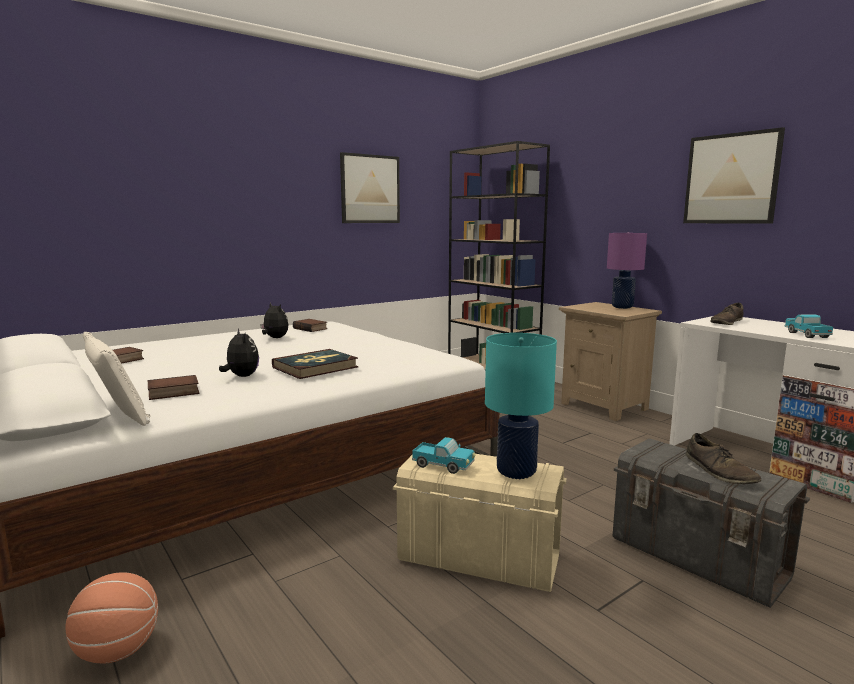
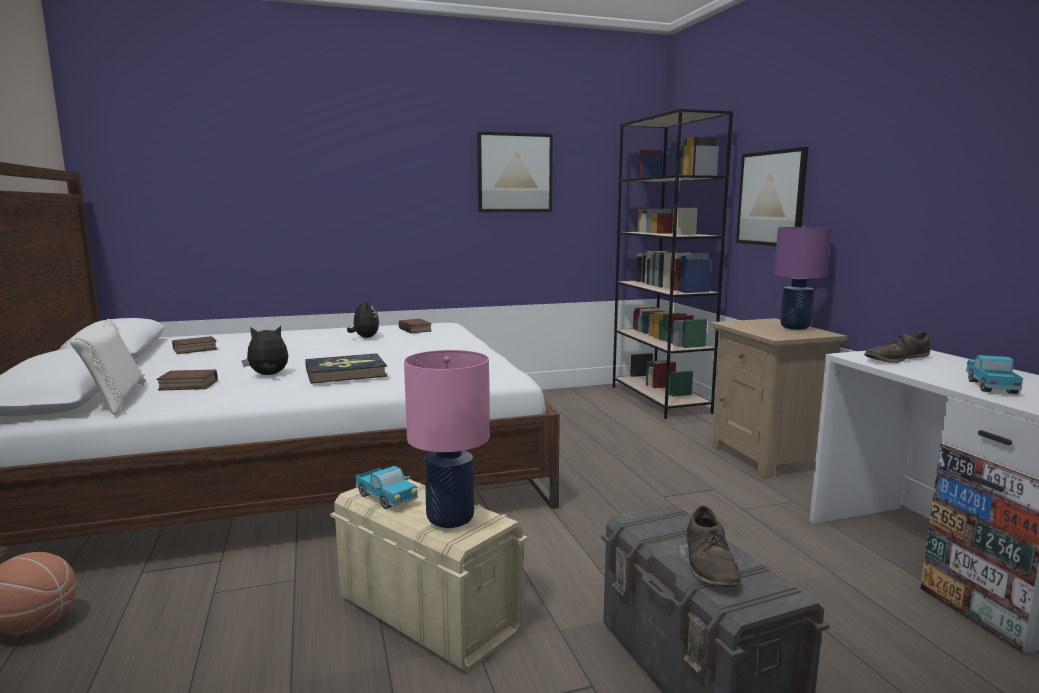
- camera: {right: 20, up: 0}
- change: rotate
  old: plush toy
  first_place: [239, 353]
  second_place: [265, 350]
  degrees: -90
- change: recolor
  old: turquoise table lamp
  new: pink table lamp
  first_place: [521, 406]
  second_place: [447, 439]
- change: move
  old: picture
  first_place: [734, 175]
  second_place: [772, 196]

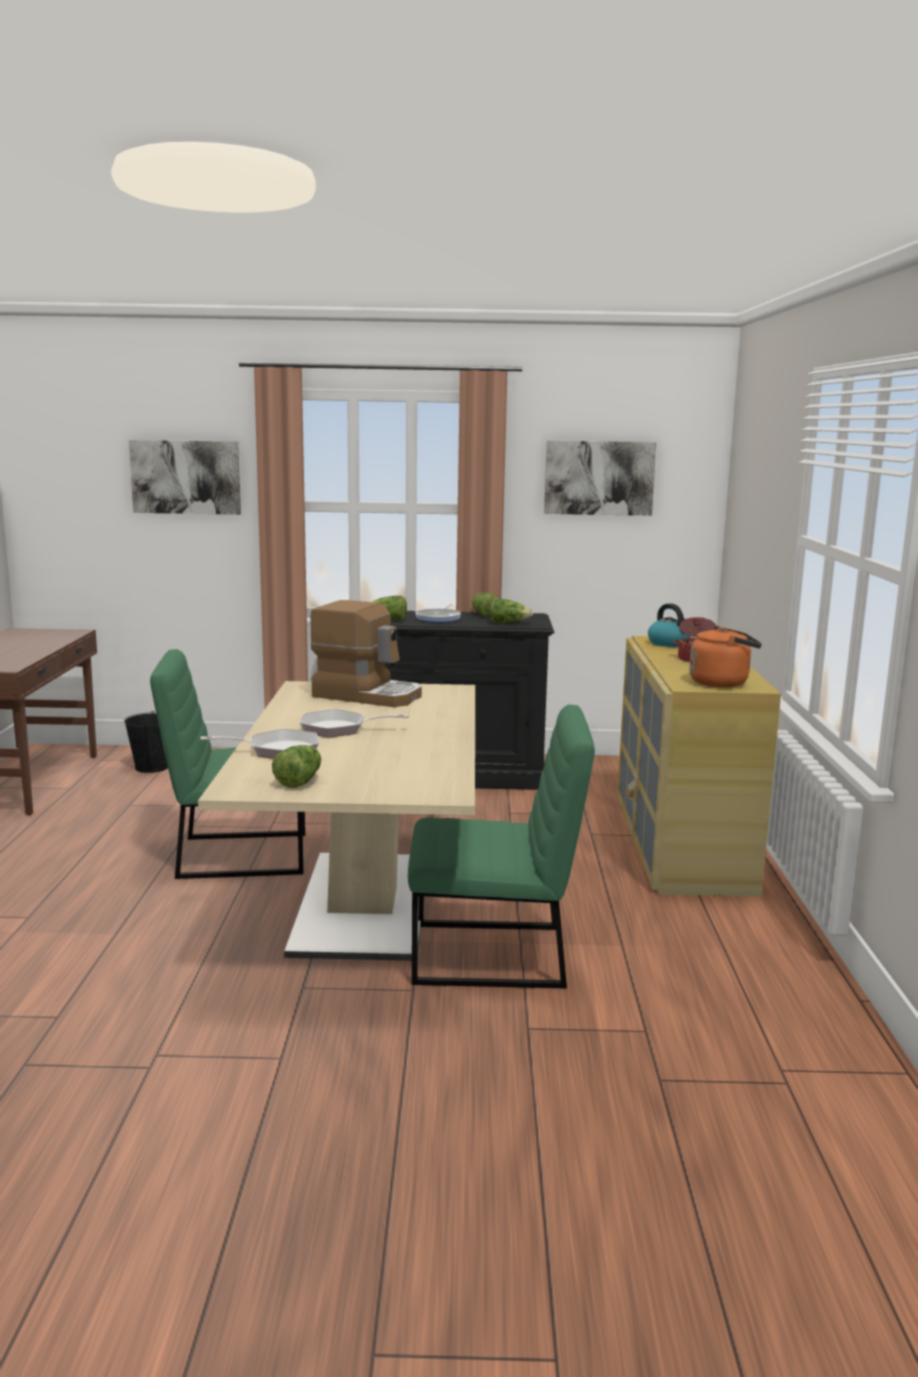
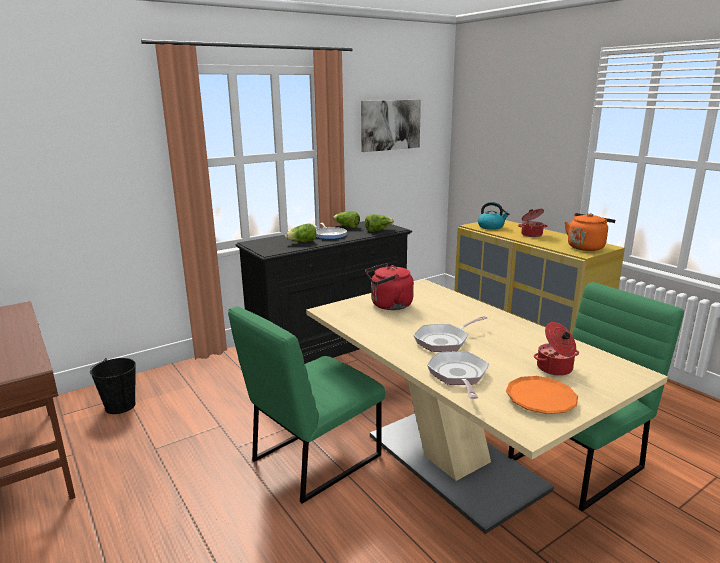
- camera: {right: -35, up: 5}
- change: delete
  old: picture
  first_place: [185, 477]
- change: rotate
  old: frying pan
  first_place: [259, 744]
  second_place: [458, 375]
  degrees: -45
- change: replace
  old: lettuce
  new: orange plate
  first_place: [296, 766]
  second_place: [542, 395]
- change: replace
  old: coffee machine
  new: red kettle
  first_place: [366, 653]
  second_place: [389, 286]
- change: insert
  new: cooking pot
  second_place: [556, 349]

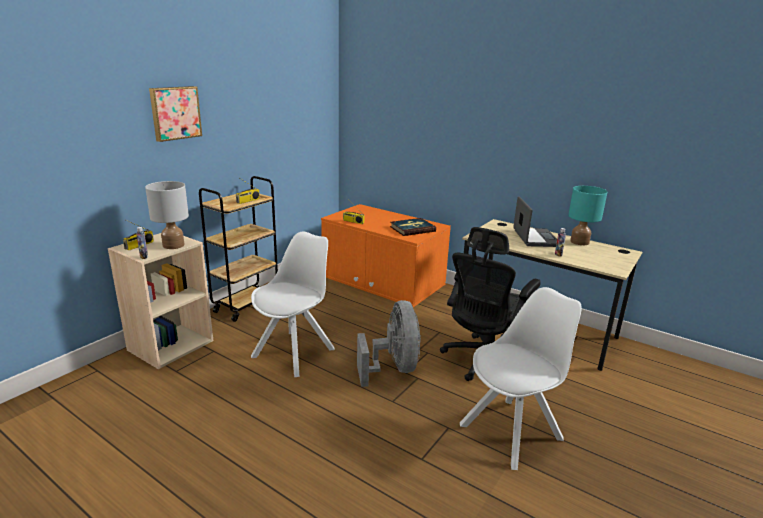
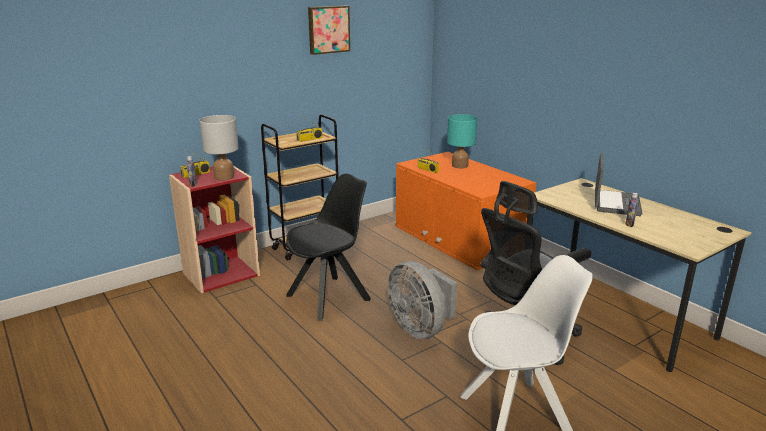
- camera: {right: 20, up: 0}
- change: recolor
  old: beige bookcase
  new: red bookcase
  first_place: [160, 301]
  second_place: [214, 229]
- change: move
  old: picture
  first_place: [175, 114]
  second_place: [329, 30]
- change: recolor
  old: white chair
  new: black chair
  first_place: [293, 304]
  second_place: [328, 247]
- change: rotate
  old: grey fan
  first_place: [389, 343]
  second_place: [422, 300]
  degrees: 135
- change: delete
  old: book
  first_place: [413, 227]
- change: move
  old: turquoise table lamp
  first_place: [588, 215]
  second_place: [462, 141]

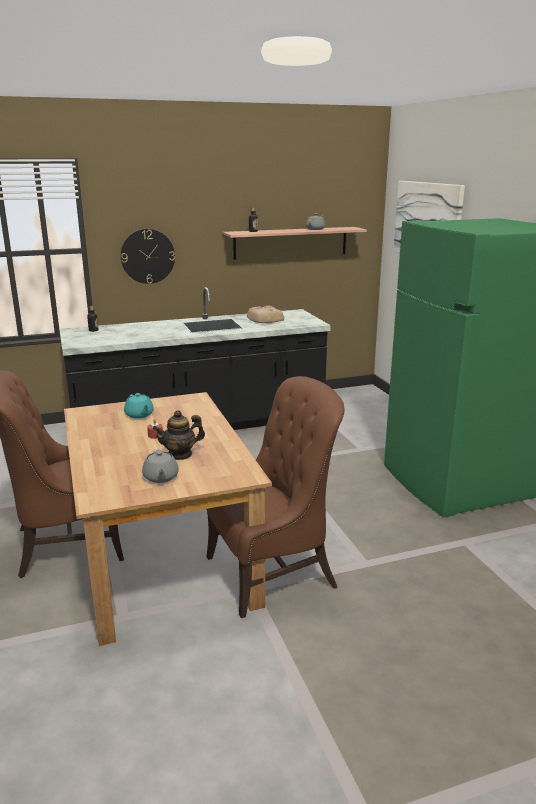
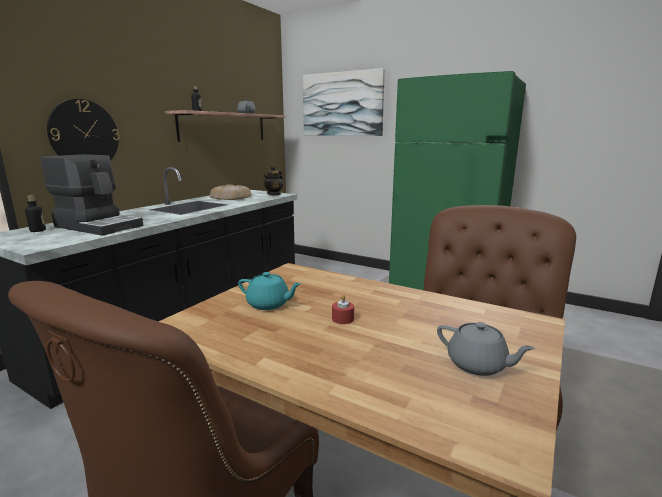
- camera: {right: -40, up: -5}
- change: move
  old: teapot
  first_place: [179, 435]
  second_place: [273, 180]
- change: insert
  new: coffee machine
  second_place: [91, 195]

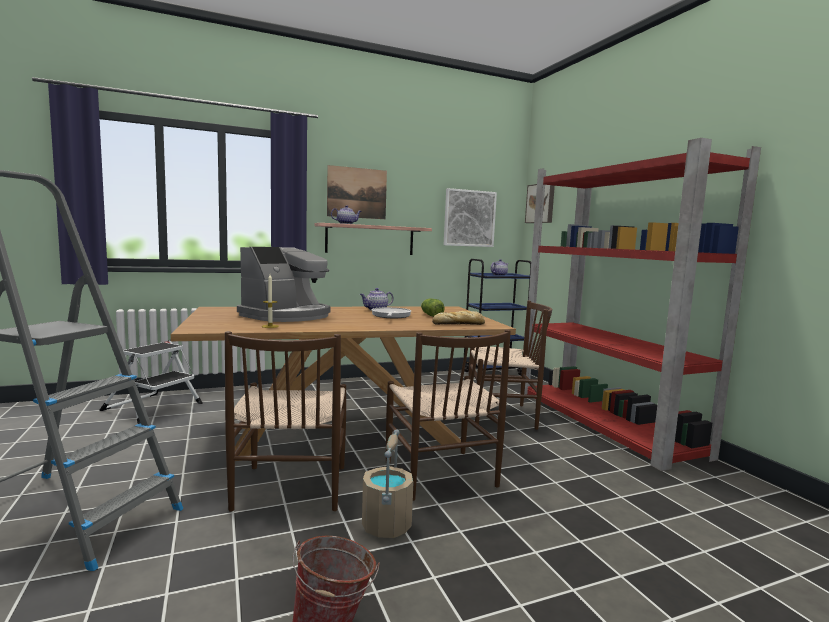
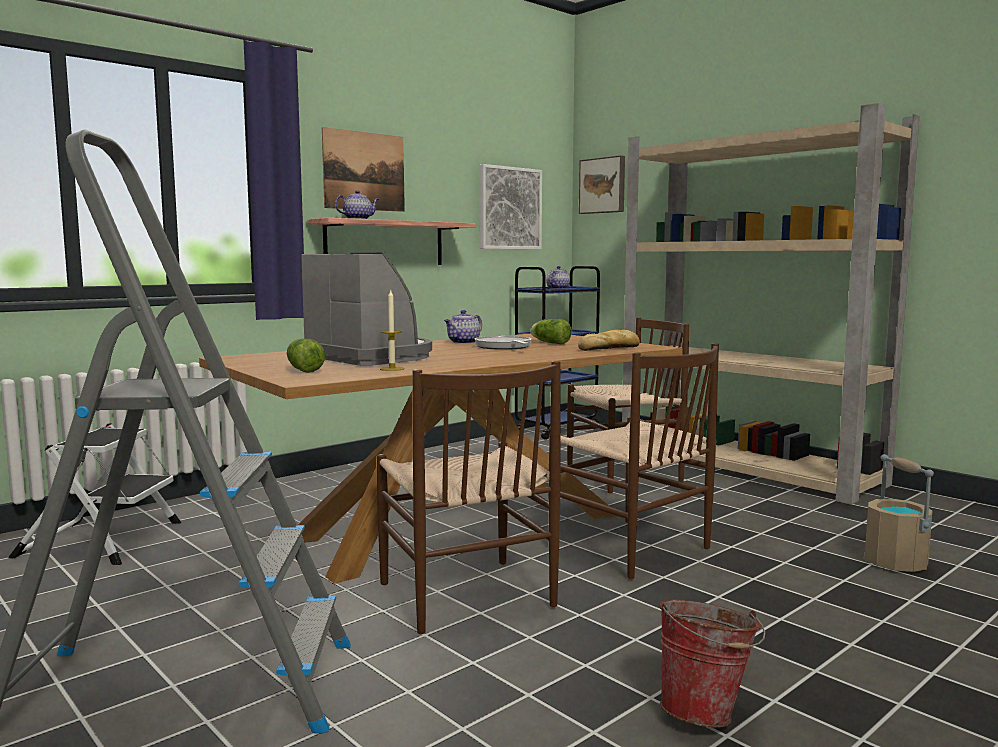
- camera: {right: -20, up: 0}
- change: rotate
  old: coffee machine
  first_place: [284, 284]
  second_place: [367, 309]
  degrees: -60
- change: move
  old: beige bucket
  first_place: [388, 483]
  second_place: [899, 513]
- change: recolor
  old: red bookcase
  new: beige bookcase
  first_place: [642, 304]
  second_place: [770, 304]
- change: insert
  new: lettuce
  second_place: [306, 355]

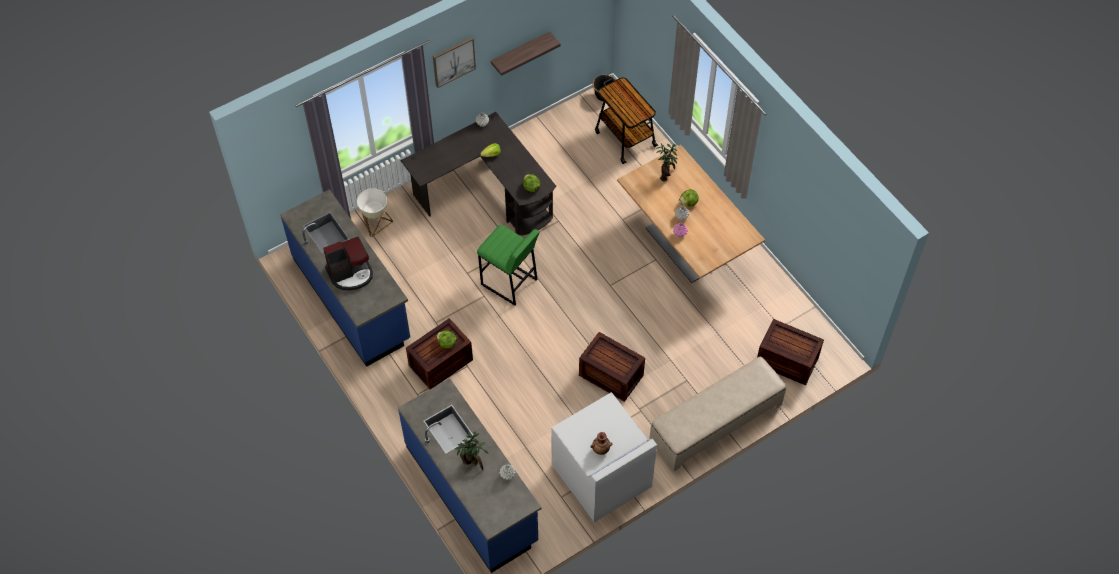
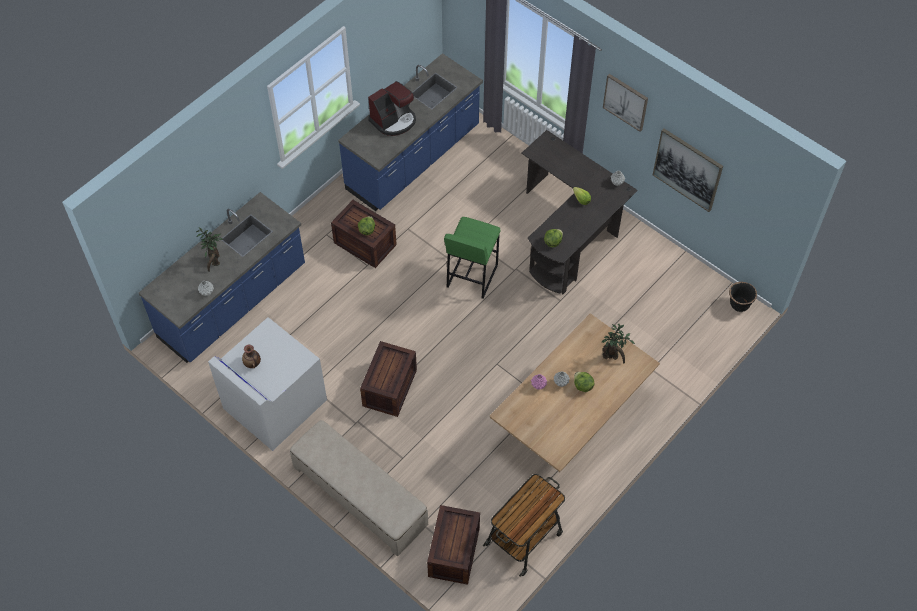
- camera: {right: 75, up: 0}
- change: rotate
  old: coffee machine
  first_place: [348, 263]
  second_place: [392, 108]
  degrees: -90
- change: delete
  old: planter
  first_place: [375, 212]
- change: replace
  old: shelf
  new: picture
  first_place: [526, 53]
  second_place: [688, 170]
- change: move
  old: cart
  first_place: [627, 120]
  second_place: [523, 525]

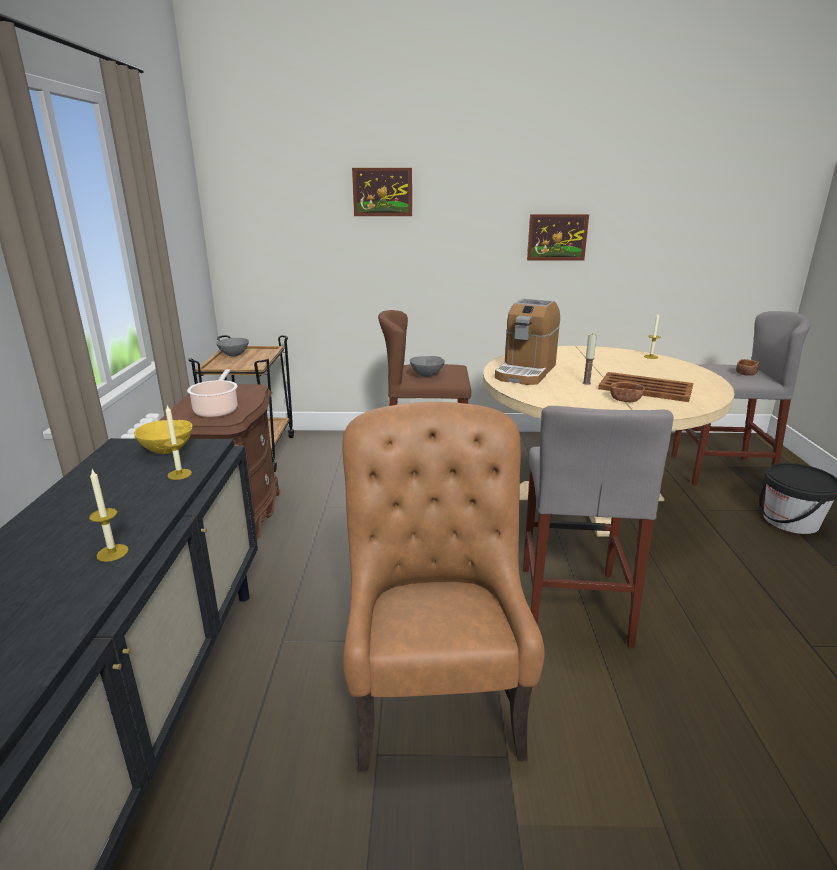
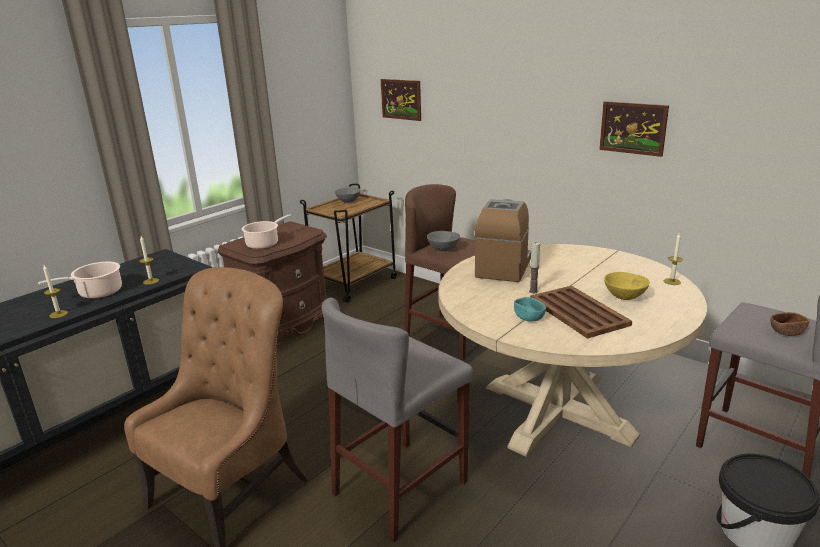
- camera: {right: 40, up: 0}
- change: move
  old: yellow bowl
  first_place: [163, 437]
  second_place: [626, 286]
- change: move
  old: picture
  first_place: [382, 192]
  second_place: [401, 100]
- change: rotate
  old: coffee machine
  first_place: [527, 342]
  second_place: [503, 240]
  degrees: 135
- change: recolor
  old: brown bowl
  new: turquoise bowl
  first_place: [627, 392]
  second_place: [530, 309]
- change: insert
  new: cooking pot
  second_place: [80, 280]

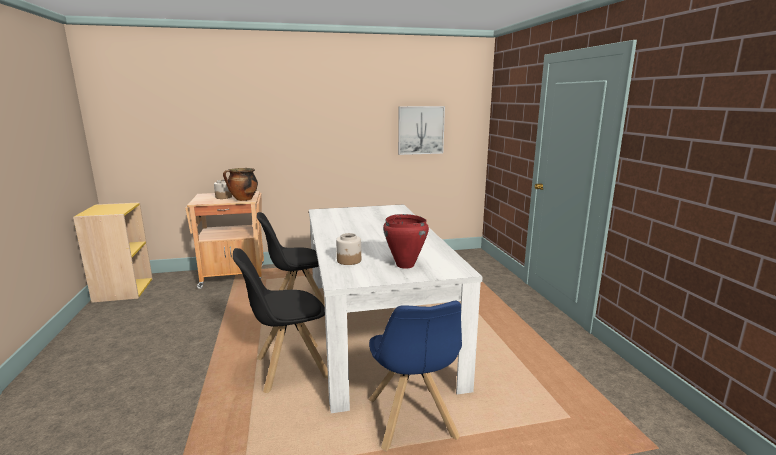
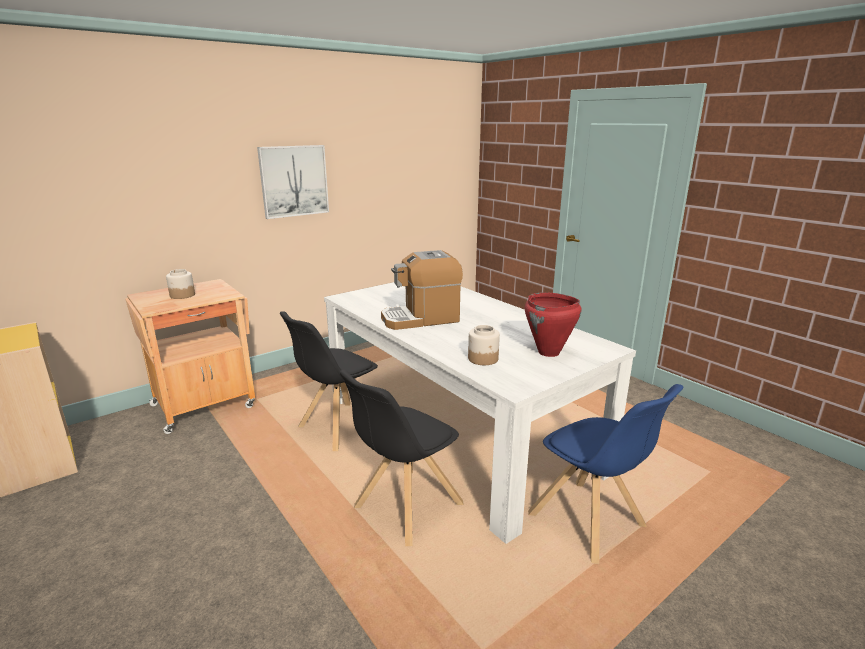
- camera: {right: -25, up: 5}
- change: delete
  old: cooking pot
  first_place: [240, 184]
- change: move
  old: picture
  first_place: [421, 130]
  second_place: [293, 182]
- change: insert
  new: coffee machine
  second_place: [422, 290]

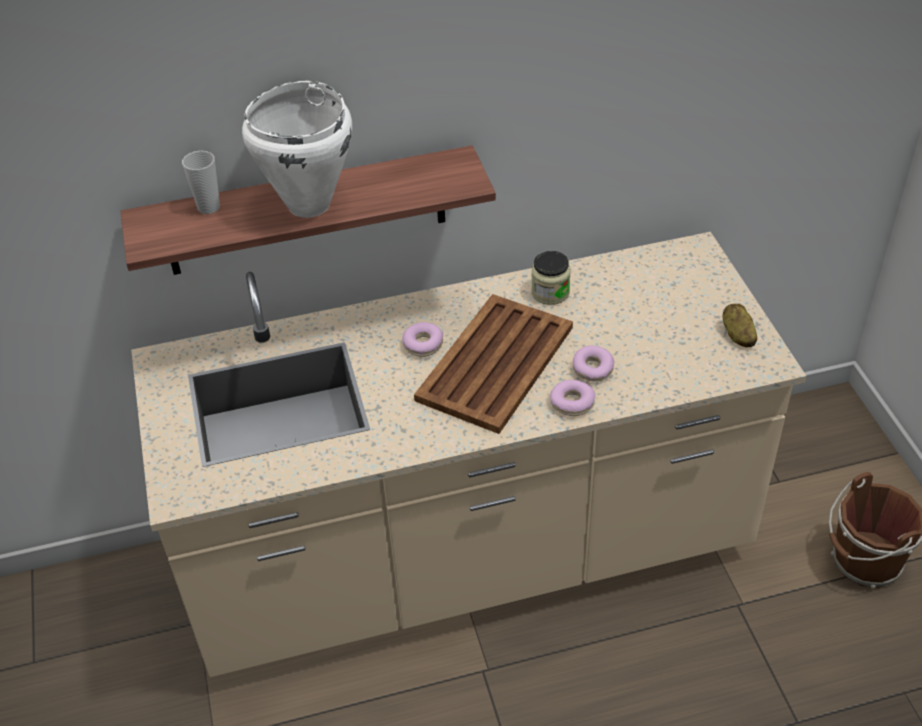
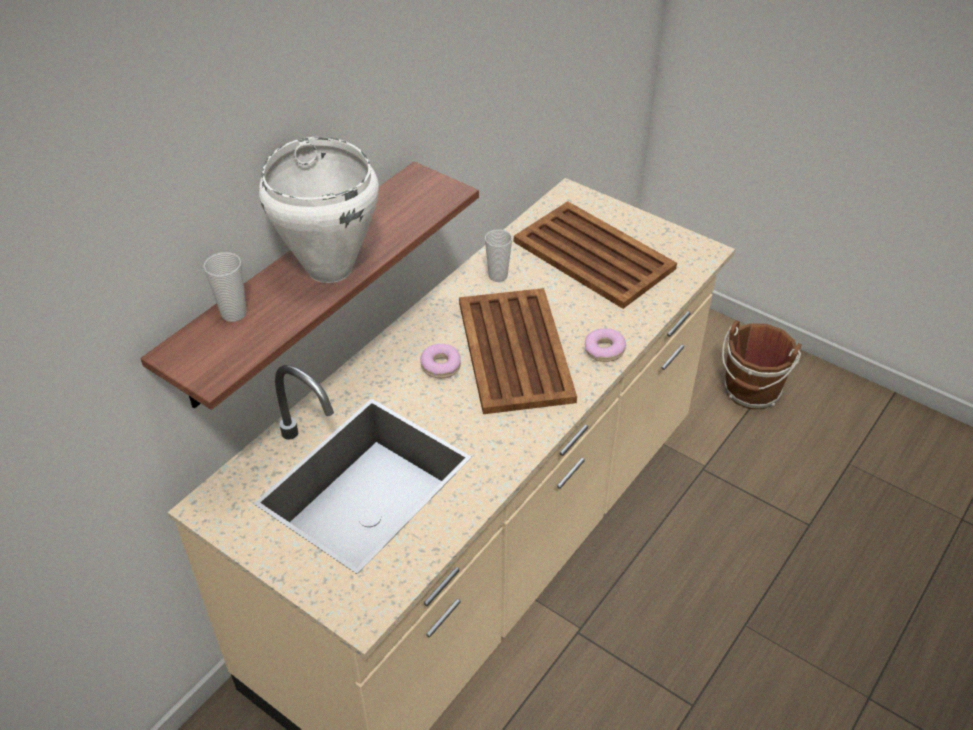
- camera: {right: -40, up: 0}
- change: replace
  old: jar
  new: cup
  first_place: [551, 278]
  second_place: [498, 255]
- change: delete
  old: donut
  first_place: [593, 363]
- change: delete
  old: potato
  first_place: [740, 325]
- change: insert
  new: brown tray
  second_place: [595, 255]

